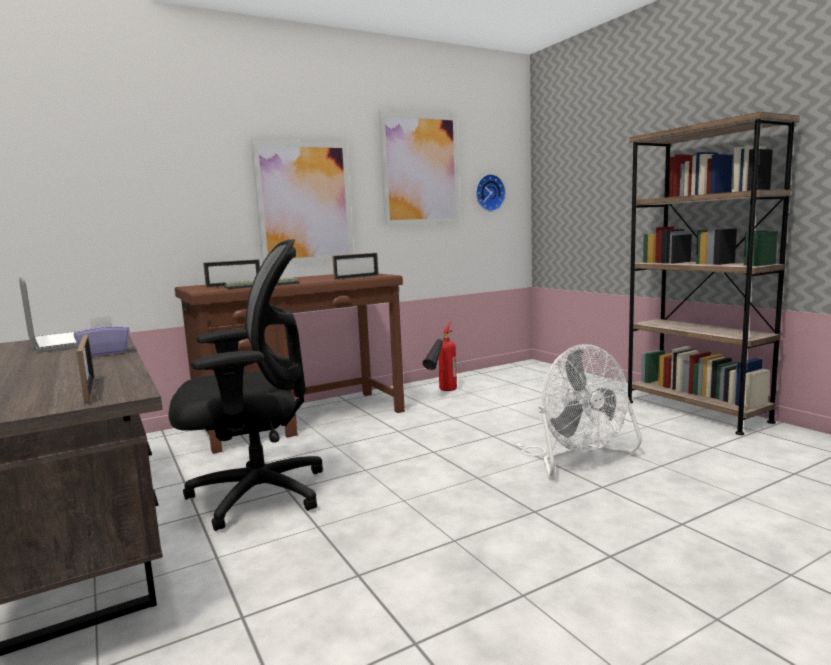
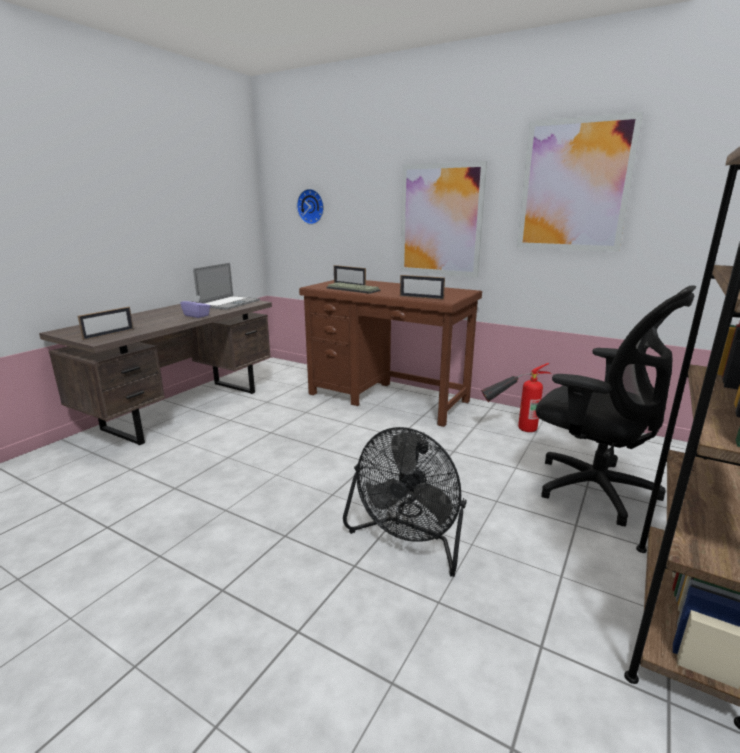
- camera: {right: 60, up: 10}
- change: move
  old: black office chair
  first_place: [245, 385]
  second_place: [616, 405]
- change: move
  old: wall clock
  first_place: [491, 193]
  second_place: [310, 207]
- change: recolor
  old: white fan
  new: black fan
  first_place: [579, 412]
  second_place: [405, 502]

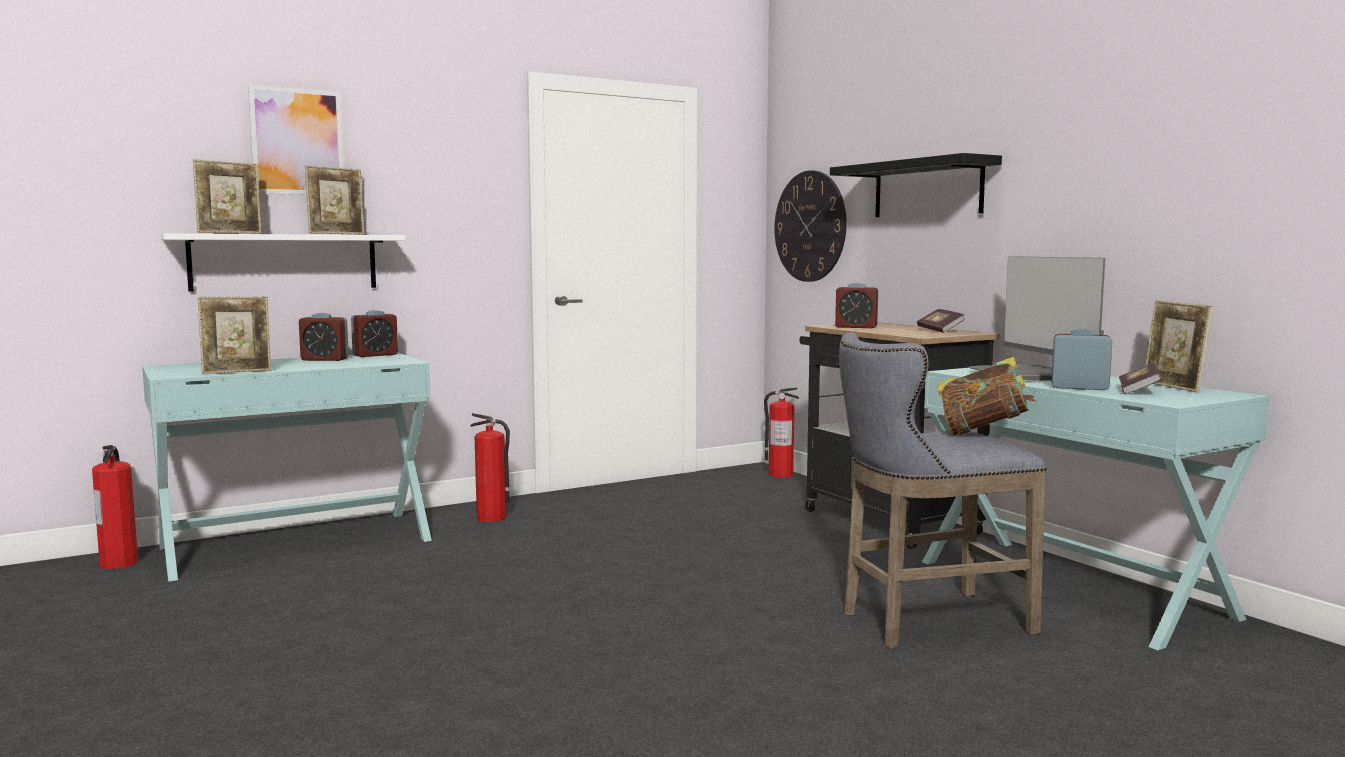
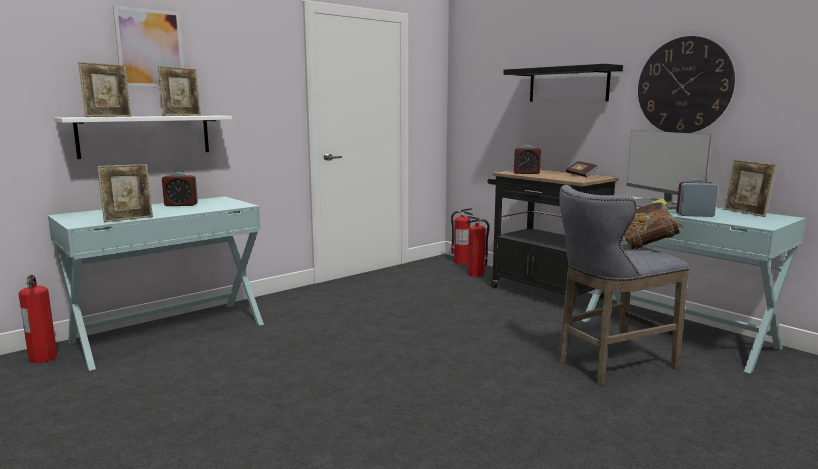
- camera: {right: -10, up: 5}
- change: delete
  old: alarm clock
  first_place: [374, 333]
- change: move
  old: fire extinguisher
  first_place: [490, 467]
  second_place: [478, 246]
- change: move
  old: wall clock
  first_place: [810, 226]
  second_place: [686, 84]
- change: delete
  old: book
  first_place: [1140, 378]

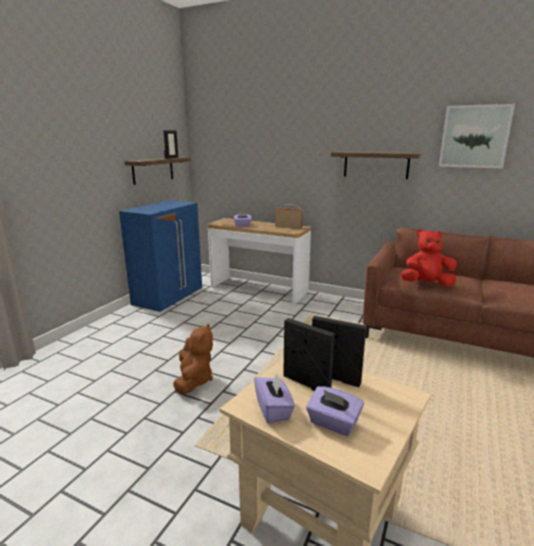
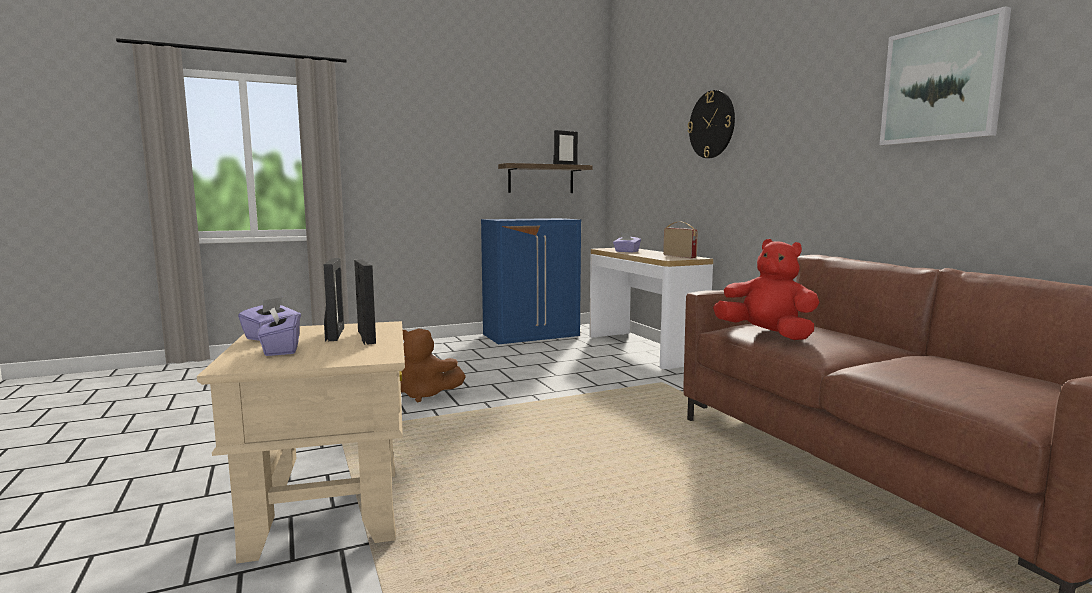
- camera: {right: 40, up: -10}
- change: rotate
  old: brown plush toy
  first_place: [193, 359]
  second_place: [433, 365]
  degrees: 60
- change: delete
  old: shelf
  first_place: [376, 165]
- change: insert
  new: wall clock
  second_place: [711, 124]

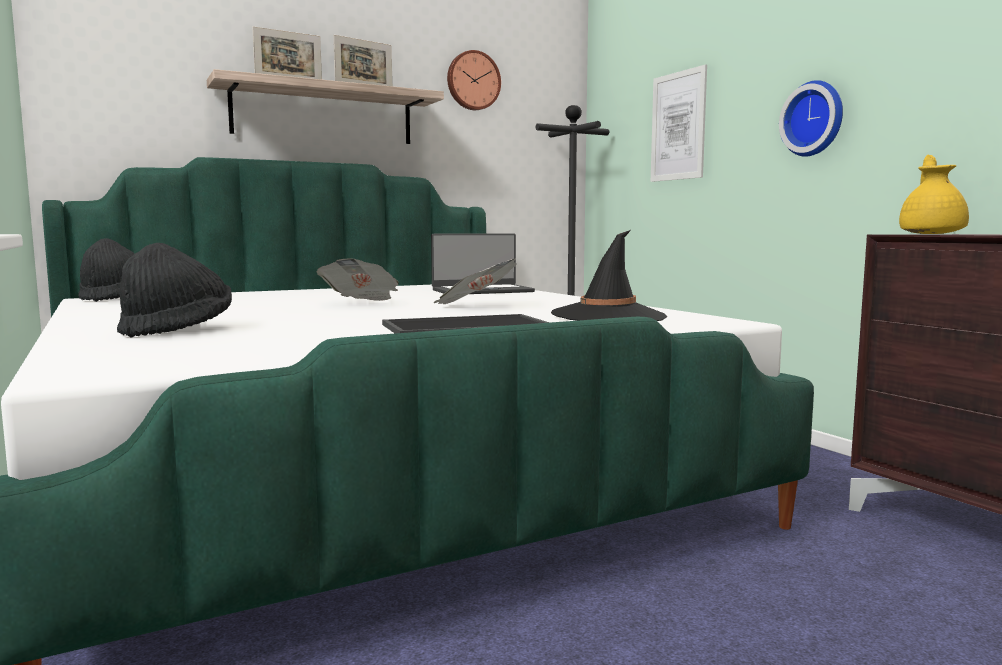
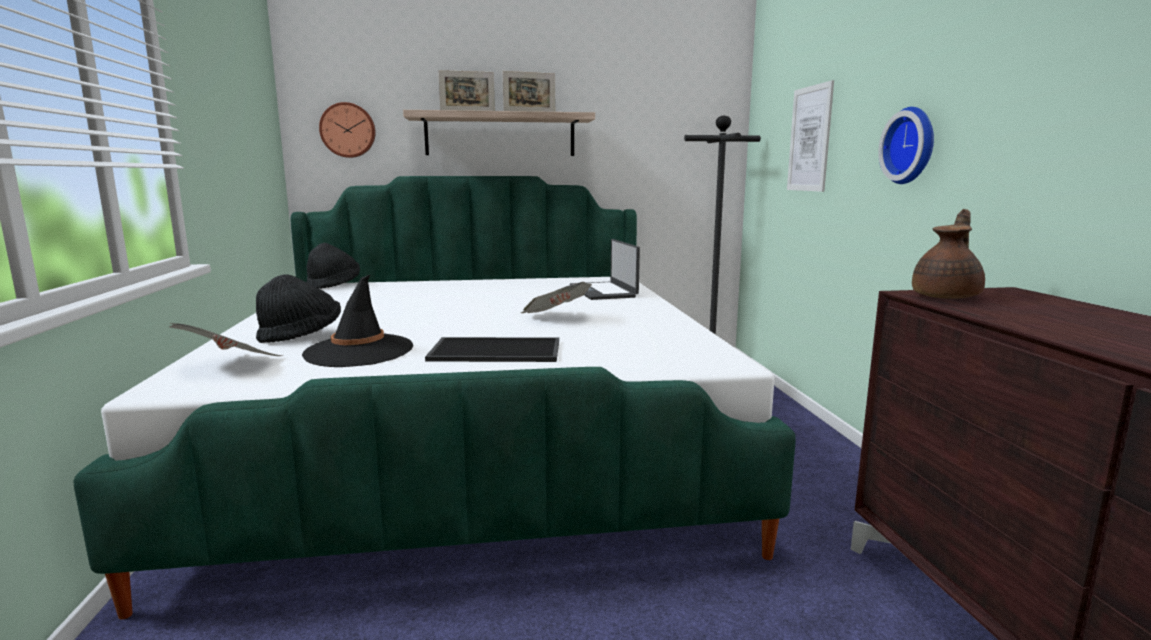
- camera: {right: 20, up: 5}
- change: move
  old: newspaper
  first_place: [357, 279]
  second_place: [227, 339]
- change: rotate
  old: laptop
  first_place: [483, 263]
  second_place: [605, 269]
  degrees: 75
- change: move
  old: wall clock
  first_place: [474, 80]
  second_place: [347, 130]
- change: move
  old: black hat
  first_place: [609, 275]
  second_place: [357, 320]
- change: recolor
  old: yellow teapot
  new: brown teapot
  first_place: [934, 194]
  second_place: [948, 254]

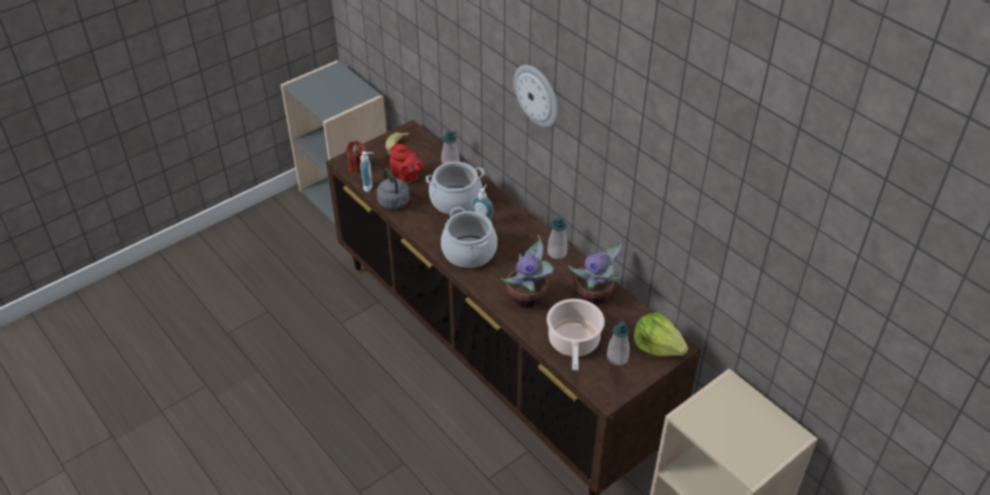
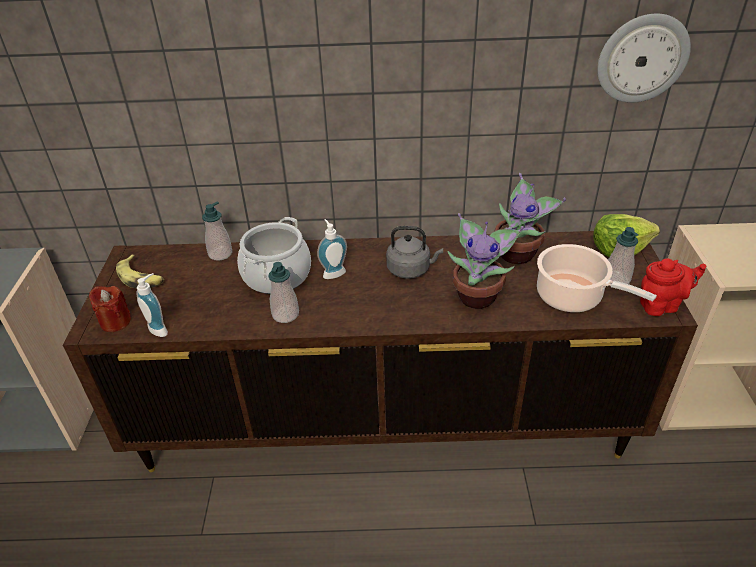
- camera: {right: -50, up: -5}
- change: move
  old: grey kettle
  first_place: [393, 188]
  second_place: [414, 252]
- change: move
  old: red teapot
  first_place: [406, 163]
  second_place: [673, 287]
- change: delete
  old: cooking pot
  first_place: [469, 237]
- change: move
  old: wall clock
  first_place: [536, 96]
  second_place: [644, 58]
- change: move
  old: soap dispenser
  first_place: [557, 238]
  second_place: [283, 292]

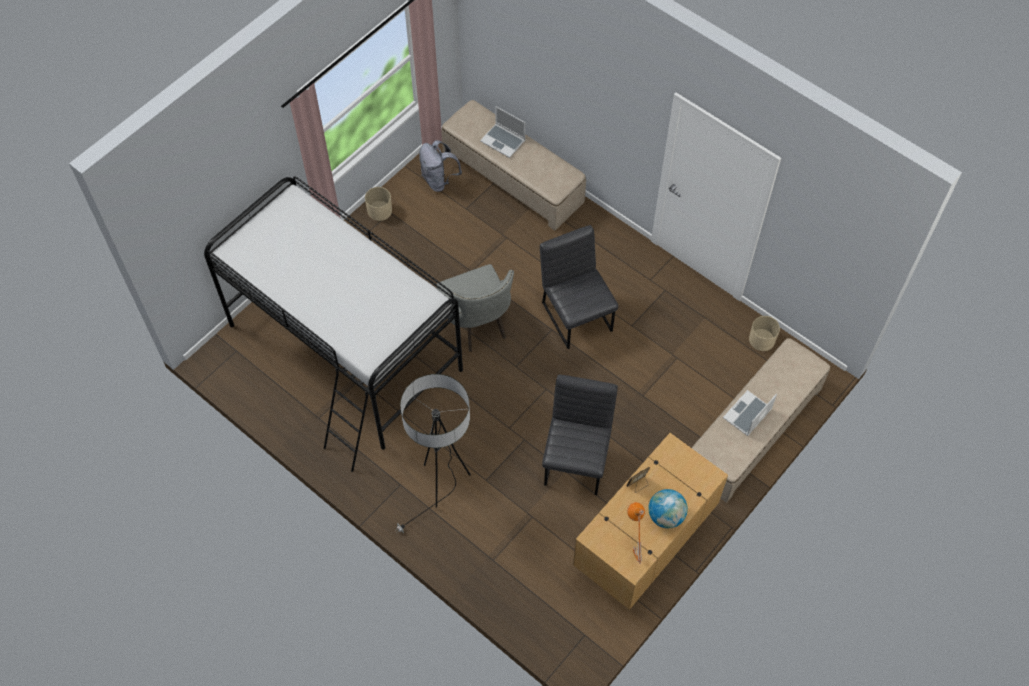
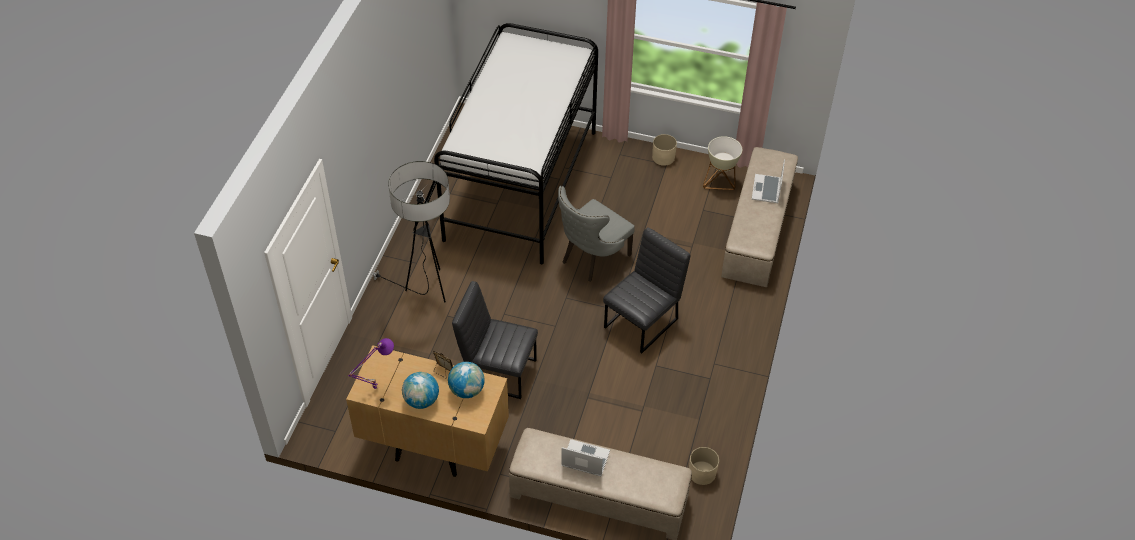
- camera: {right: 65, up: -10}
- change: replace
  old: grey backpack
  new: planter
  first_place: [440, 166]
  second_place: [722, 163]
- change: rotate
  old: grey chair
  first_place: [580, 435]
  second_place: [495, 340]
  degrees: -150
- change: recolor
  old: orange table lamp
  new: purple table lamp
  first_place: [636, 533]
  second_place: [371, 364]
- change: insert
  new: globe
  second_place: [466, 380]

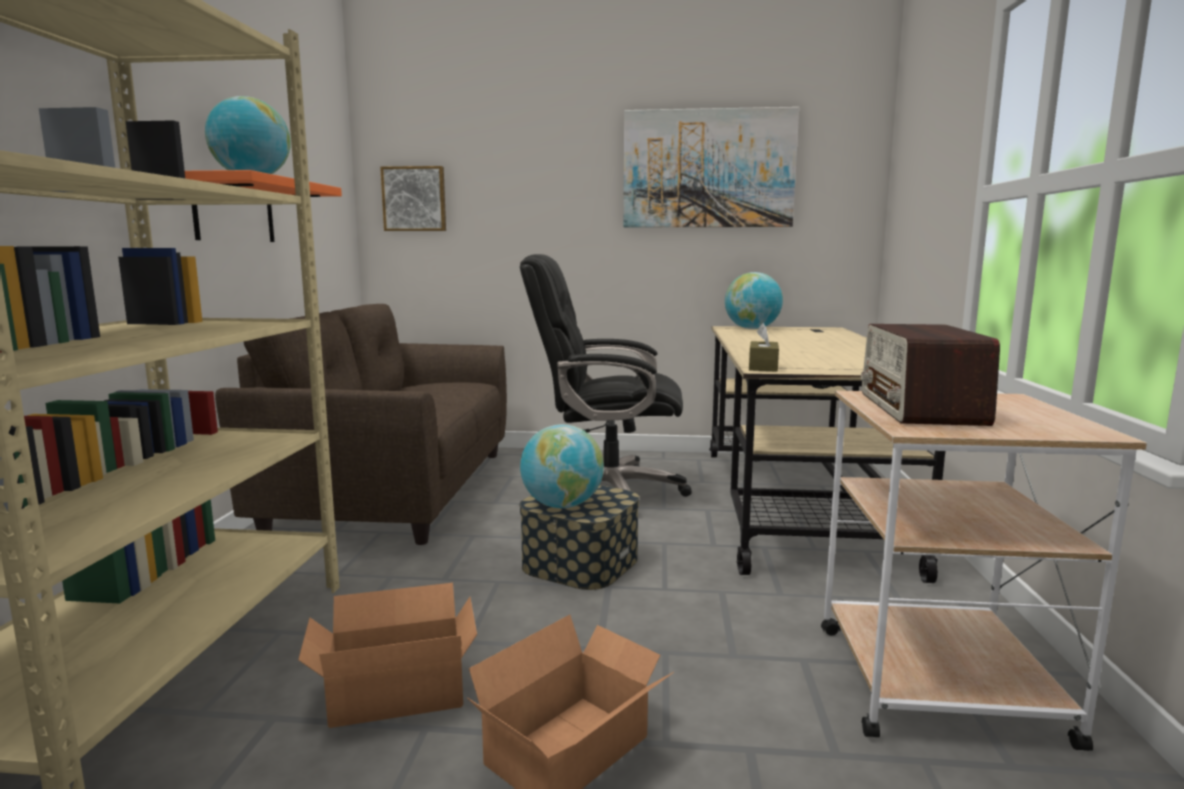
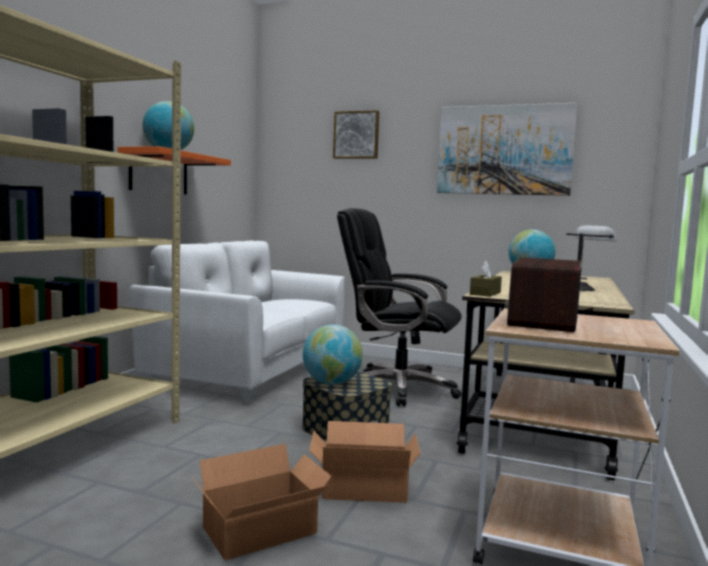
- camera: {right: 15, up: -5}
- change: recolor
  old: brown sofa
  new: white sofa
  first_place: [361, 424]
  second_place: [237, 323]
- change: move
  old: cardboard box
  first_place: [387, 655]
  second_place: [365, 462]
- change: move
  old: picture
  first_place: [413, 198]
  second_place: [356, 134]
- change: insert
  new: table lamp
  second_place: [591, 258]

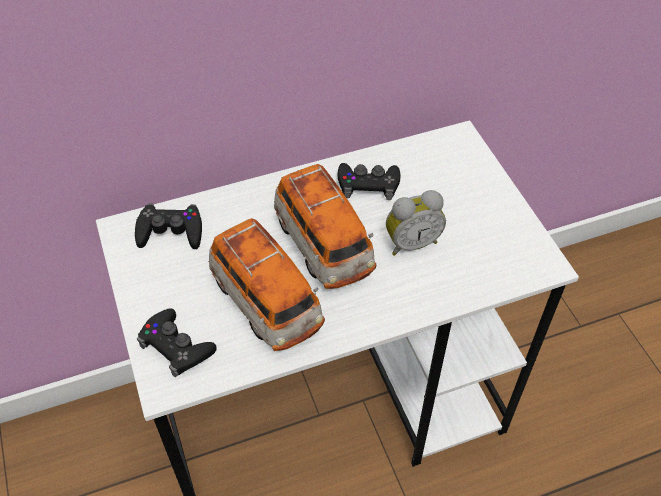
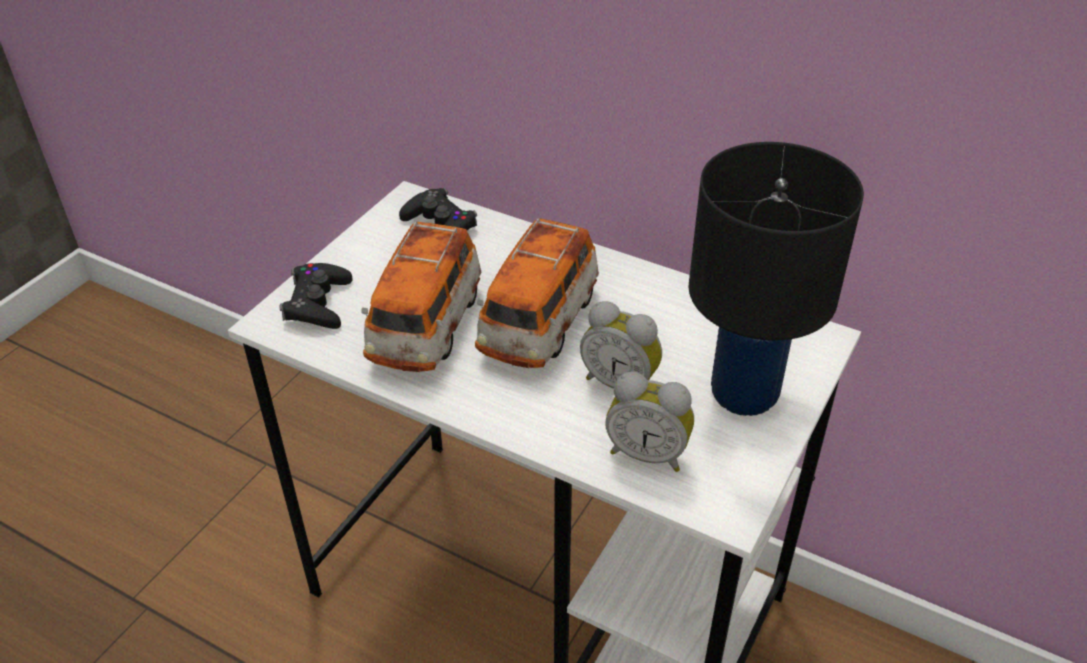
- camera: {right: 50, up: -10}
- change: delete
  old: black game controller
  first_place: [369, 181]
- change: insert
  new: alarm clock
  second_place: [649, 422]
- change: insert
  new: black table lamp
  second_place: [776, 279]

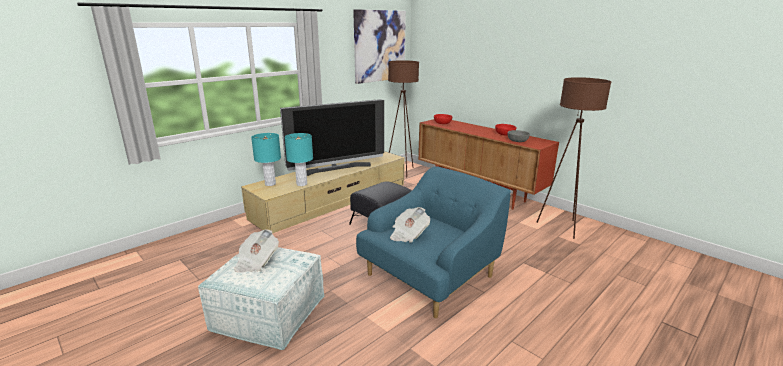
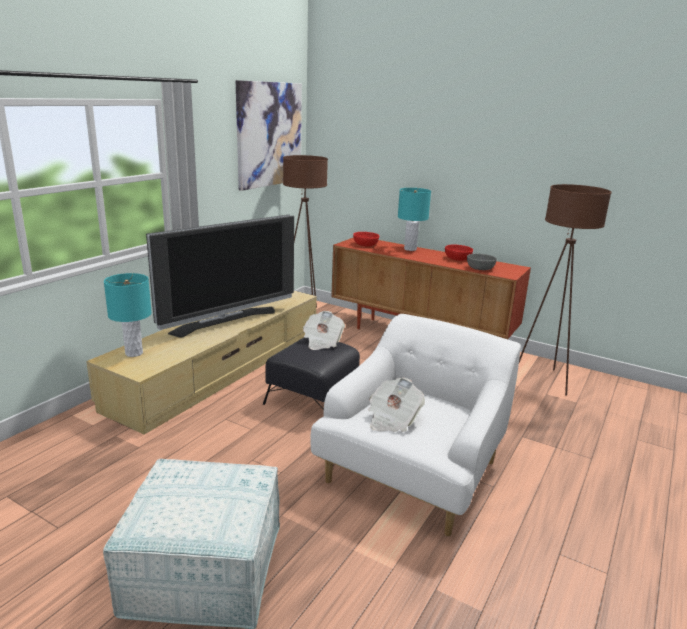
- camera: {right: -15, up: 0}
- change: move
  old: newspaper
  first_place: [256, 251]
  second_place: [324, 330]
- change: move
  old: turquoise table lamp
  first_place: [299, 159]
  second_place: [414, 219]
- change: recolor
  old: blue armchair
  new: white armchair
  first_place: [433, 242]
  second_place: [415, 425]

